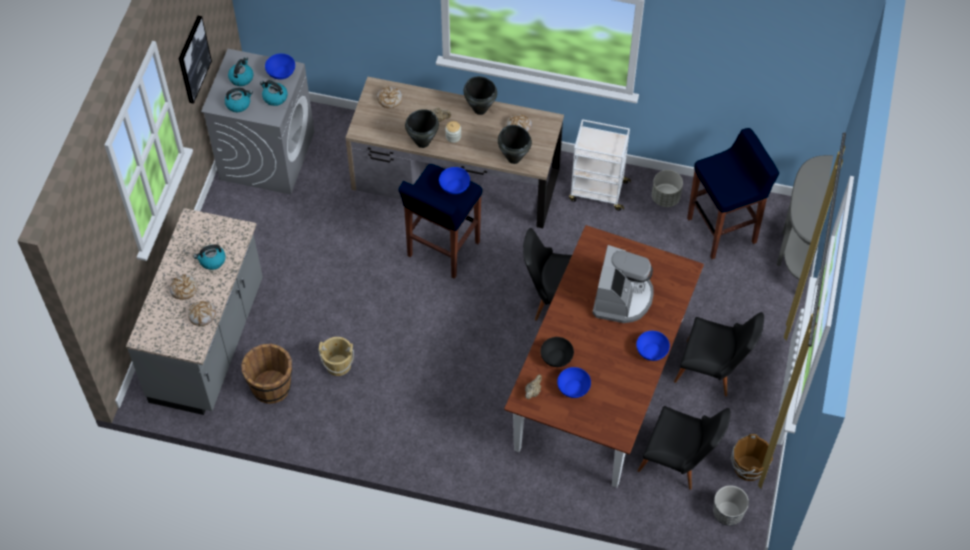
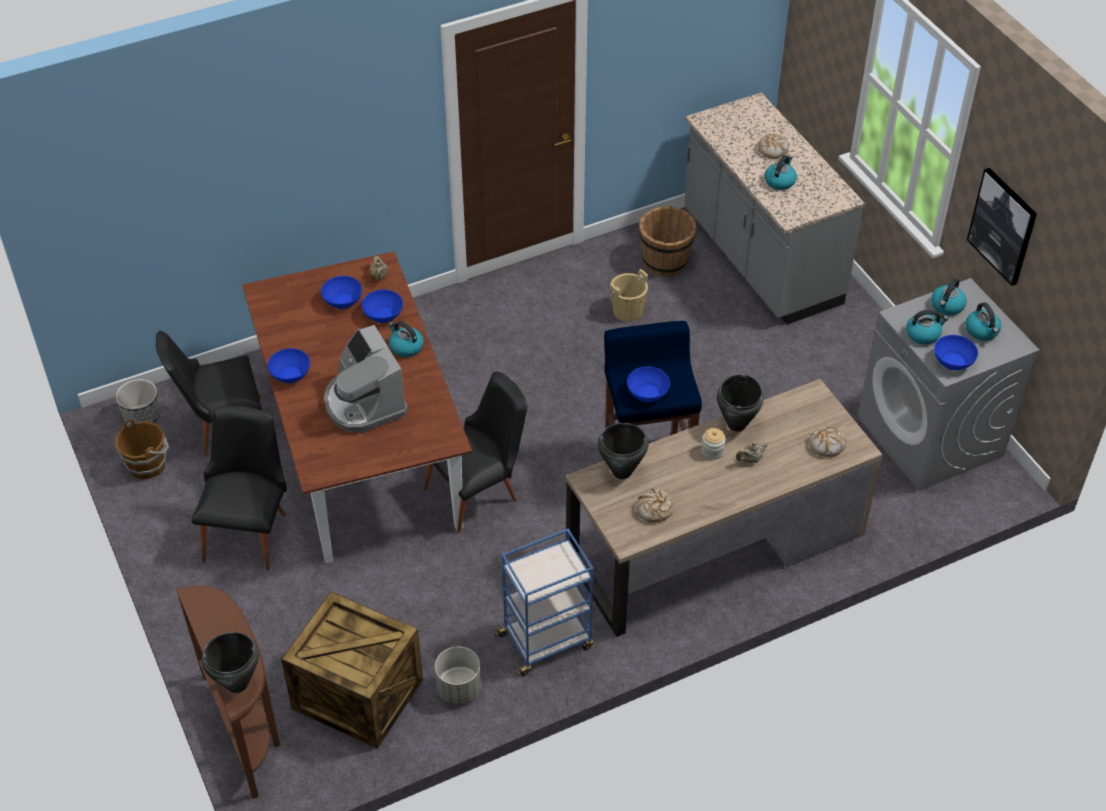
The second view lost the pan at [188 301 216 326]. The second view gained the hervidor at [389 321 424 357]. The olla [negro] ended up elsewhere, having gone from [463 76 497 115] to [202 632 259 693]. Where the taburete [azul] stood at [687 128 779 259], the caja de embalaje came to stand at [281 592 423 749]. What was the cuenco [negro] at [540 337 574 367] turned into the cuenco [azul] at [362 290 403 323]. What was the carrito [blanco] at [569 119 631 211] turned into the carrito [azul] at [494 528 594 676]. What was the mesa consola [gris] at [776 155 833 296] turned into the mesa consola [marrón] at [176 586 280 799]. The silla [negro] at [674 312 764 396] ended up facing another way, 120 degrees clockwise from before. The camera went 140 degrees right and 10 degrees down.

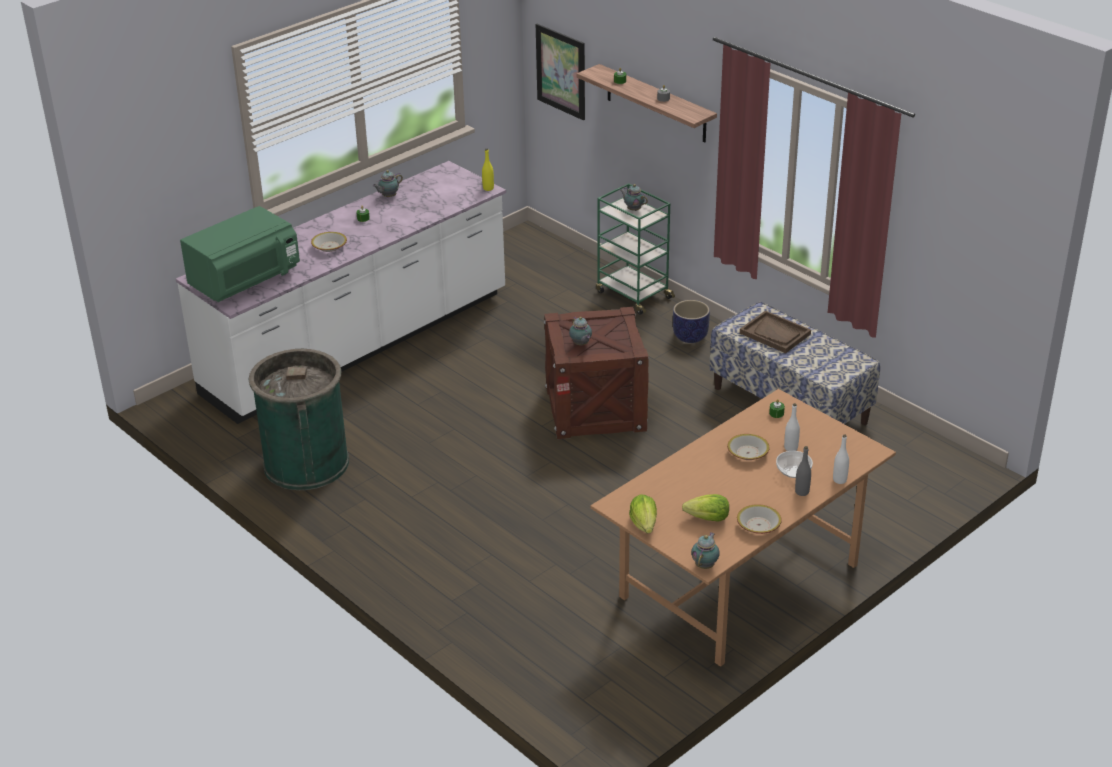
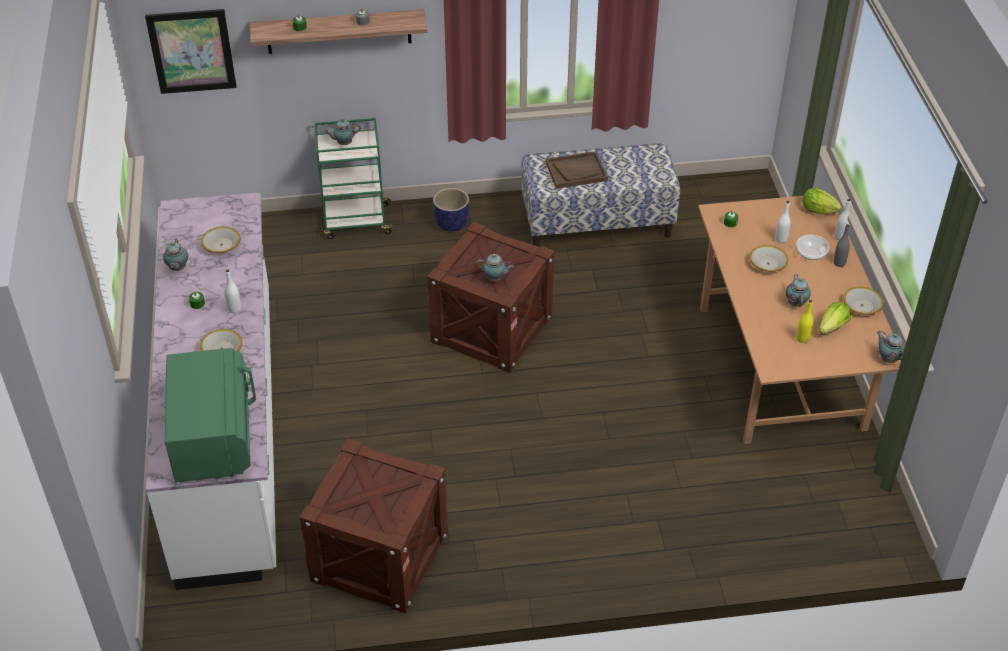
The second view gained the cuenco at [201 227 241 253]. The second view gained the botella [blanco] at [225 269 241 313]. The second view gained the tetera at [786 274 811 307]. The botella [amarillo] ended up elsewhere, having gone from [482 149 494 191] to [796 300 813 343]. The lechuga ended up elsewhere, having gone from [629 494 657 533] to [802 188 842 214]. Where the papelera [verde] stood at [248 349 349 490], the caja de embalaje came to stand at [300 439 448 614]. The camera went 55 degrees left and 10 degrees up.

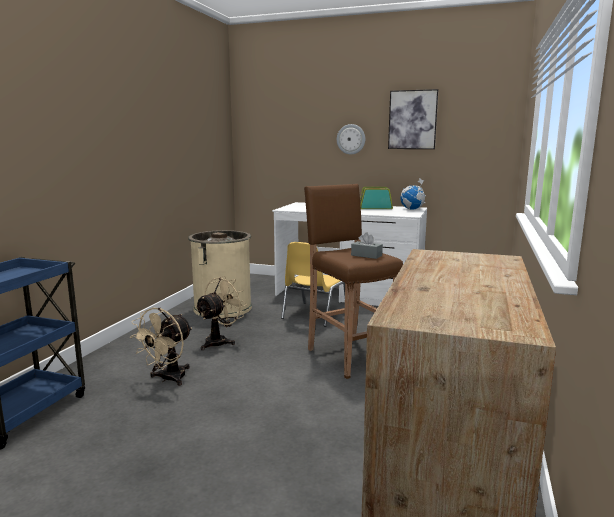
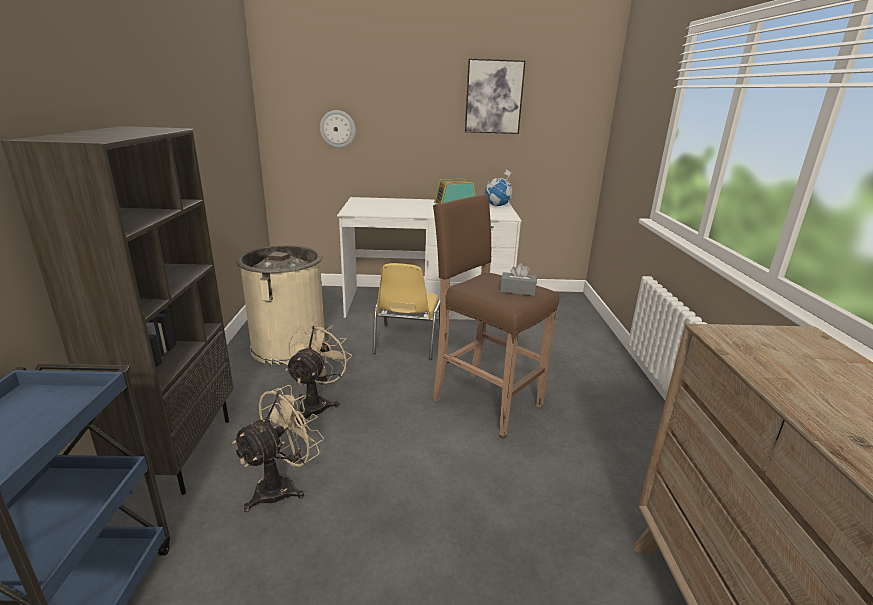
The second view gained the estantería [marrón] at [1 126 234 495]. The reloj de pared ended up elsewhere, having gone from [337 124 365 154] to [320 110 356 148]. The ventilador [beis] at [130 308 192 386] ended up facing another way, 150 degrees counterclockwise from before. The camera went 20 degrees left and 10 degrees up.

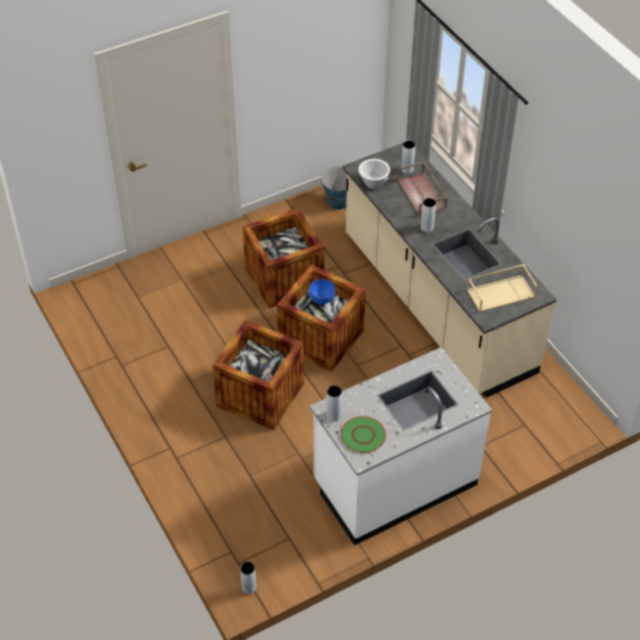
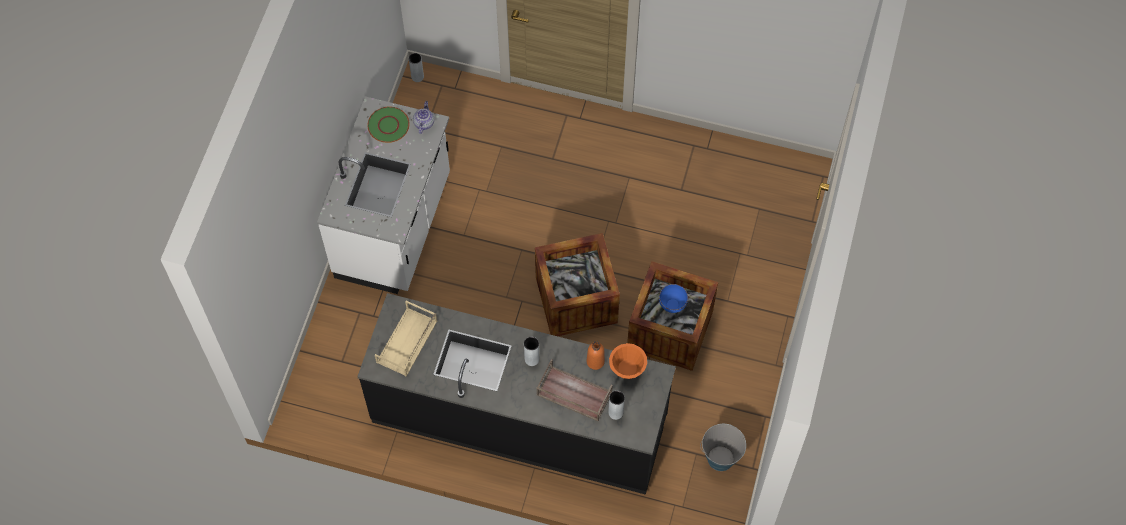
The second view lost the caja de embalaje at [212 320 304 430]. The second view gained the botella [naranja] at [587 342 605 370]. The cuenco [azul] ended up elsewhere, having gone from [309 279 336 305] to [659 284 688 313]. Where the florero [gris] stood at [327 385 342 422], the tetera came to stand at [413 101 434 134]. What was the mueble bajo de cocina [beis] at [343 143 557 398] turned into the mueble bajo de cocina [negro] at [357 293 676 495]. What was the cuenco [blanco] at [358 159 390 189] turned into the cuenco [naranja] at [609 343 647 379]. The camera went 135 degrees right and 15 degrees up.

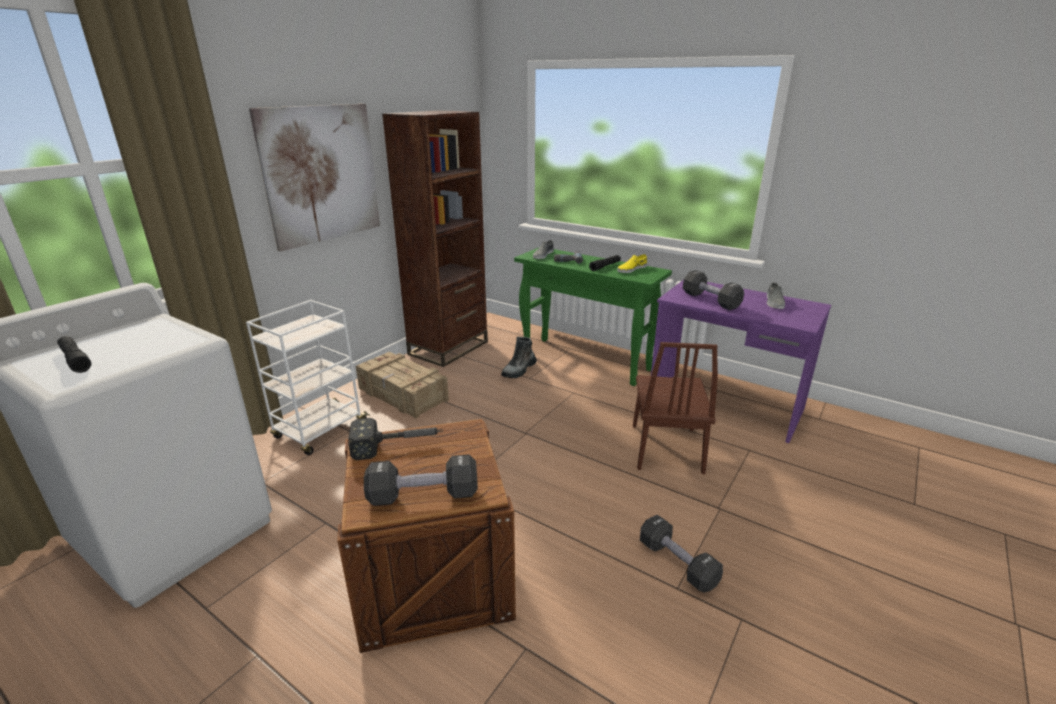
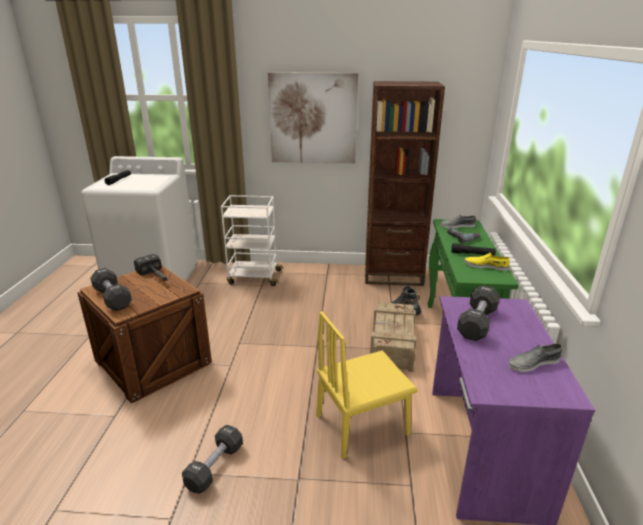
The caja de embalaje ended up elsewhere, having gone from [356 352 449 418] to [370 302 416 372]. What was the silla [marrón] at [633 342 718 474] turned into the silla [amarillo] at [316 311 418 459]. The camera went 60 degrees right and 0 degrees up.

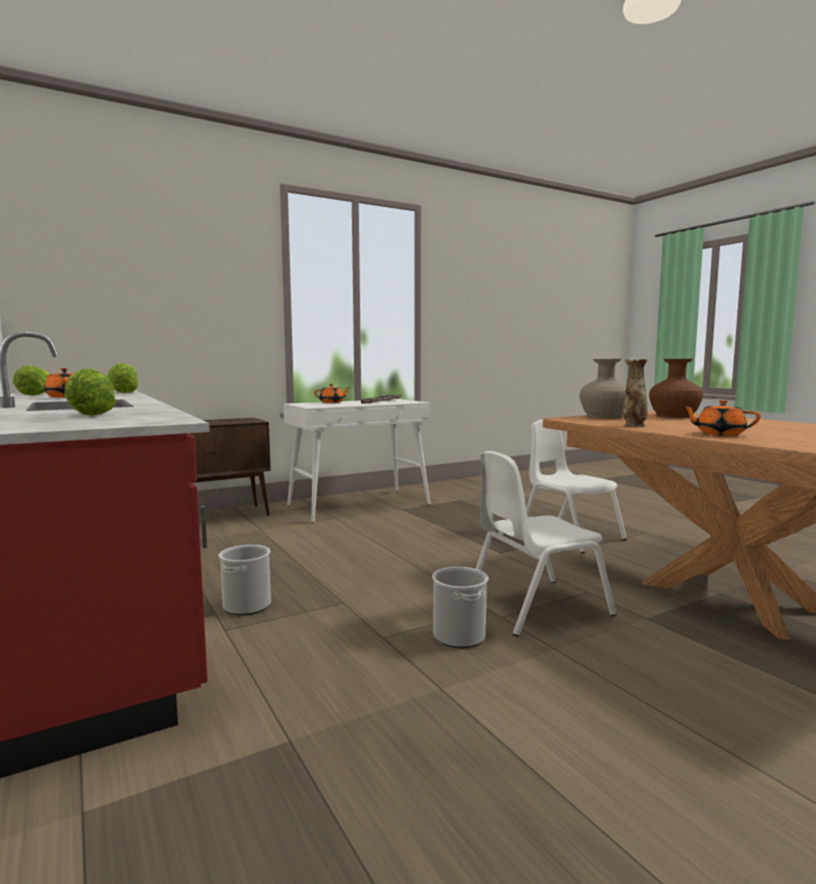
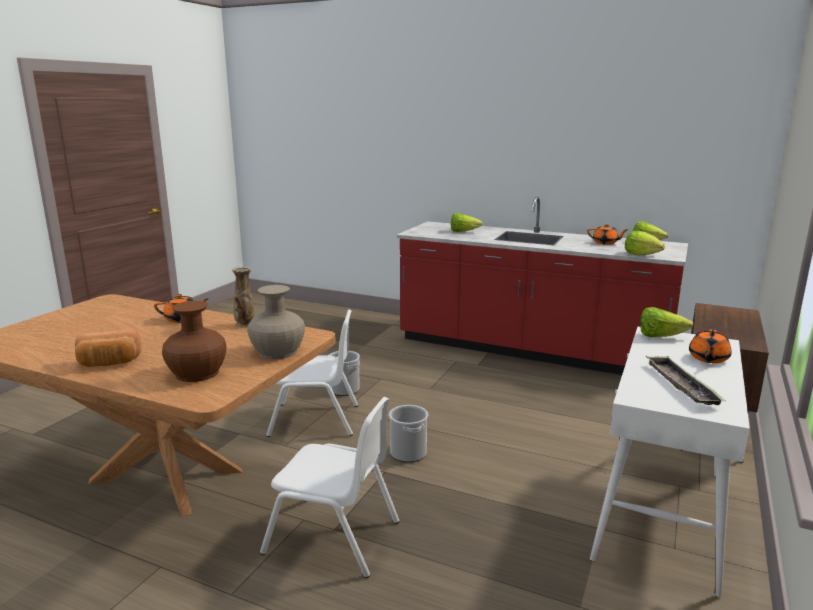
The second view gained the pan at [75 329 141 367]. The second view gained the lechuga at [640 307 694 337]. The cubo ended up elsewhere, having gone from [219 545 271 615] to [389 405 428 462]. The silla [blanco] at [476 451 616 637] ended up facing another way, 60 degrees clockwise from before. The camera went 145 degrees right and 10 degrees up.

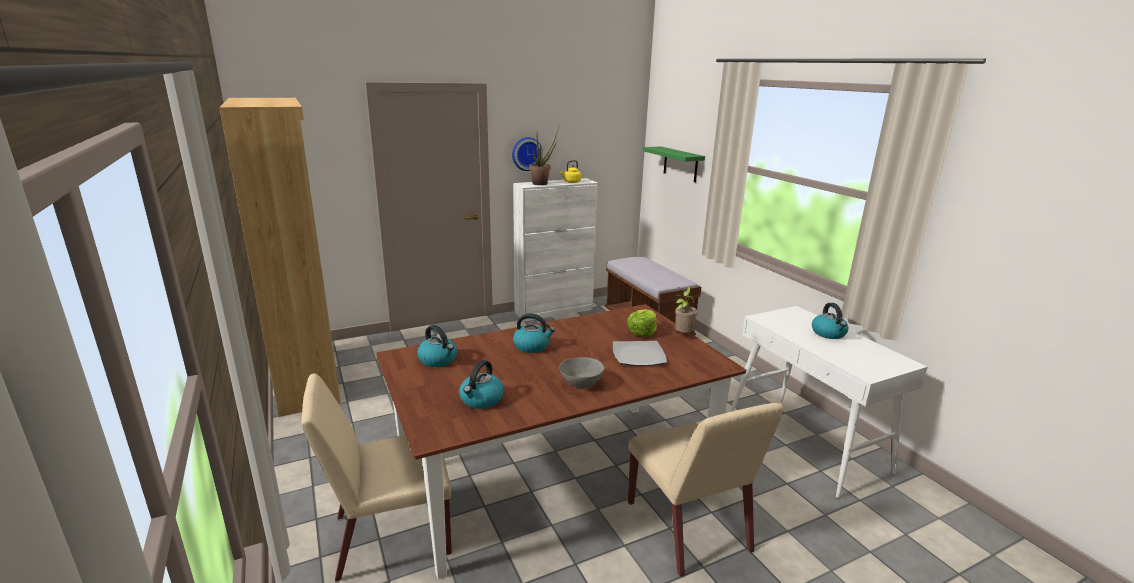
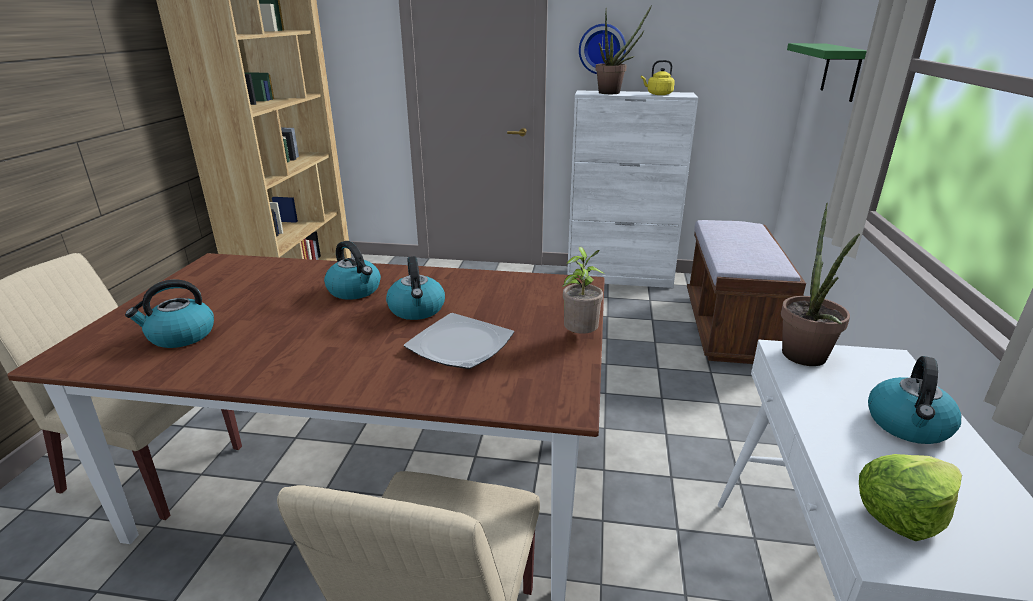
The second view lost the cuenco [gris] at [559 357 605 388]. The second view gained the planta en maceta at [781 203 860 366]. The hervidor ended up elsewhere, having gone from [417 325 457 367] to [386 256 445 320]. The lechuga ended up elsewhere, having gone from [627 310 657 337] to [859 454 962 541]. The camera went 35 degrees right and 5 degrees up.

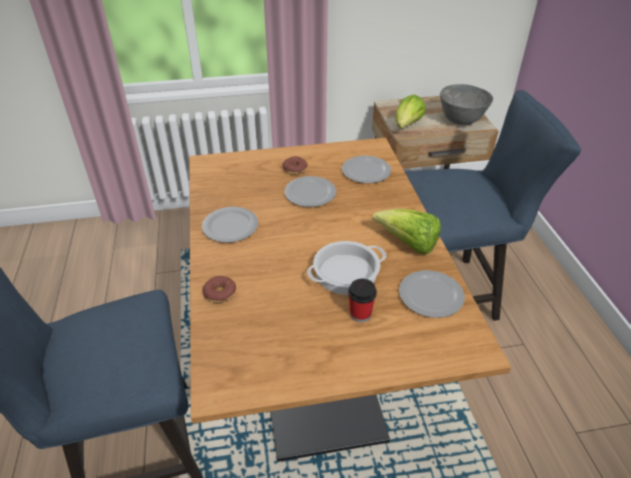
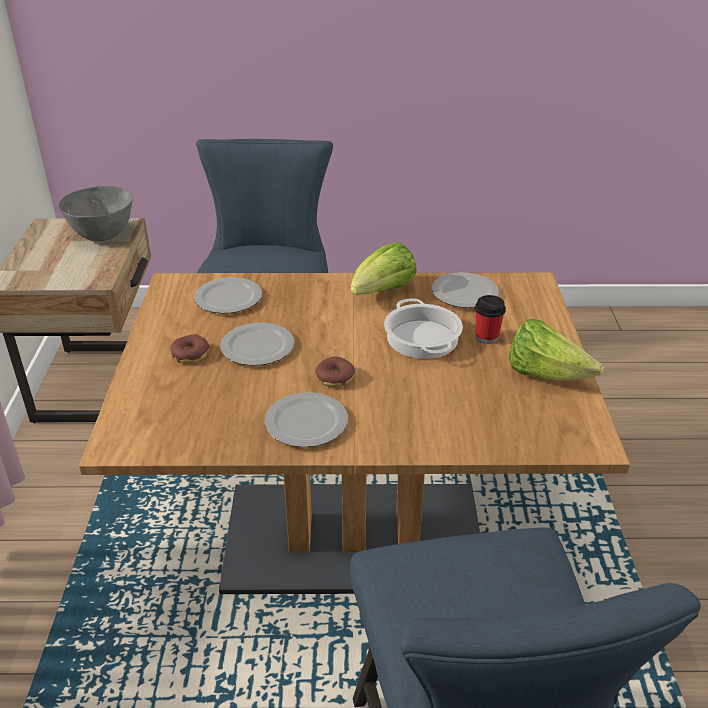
The rosquilla ended up elsewhere, having gone from [203 276 236 303] to [315 357 355 387]. The lechuga ended up elsewhere, having gone from [395 95 426 129] to [509 319 604 381]. The camera went 80 degrees left and 5 degrees down.

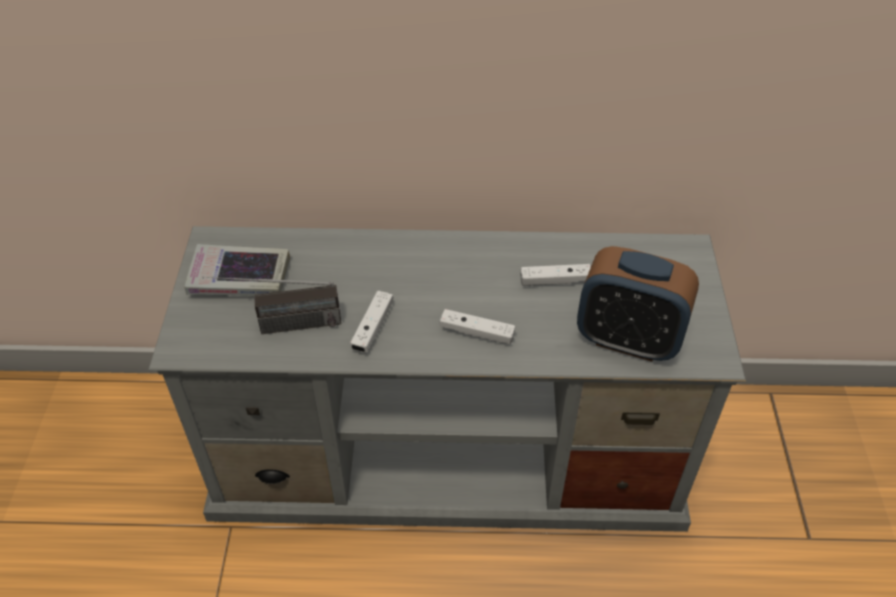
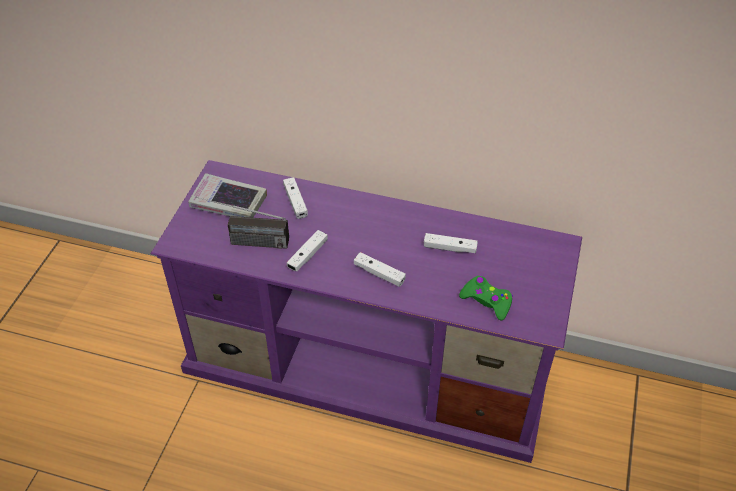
The second view gained the mando de consola [blanco] at [283 177 308 219]. Where the despertador stood at [577 246 699 362], the mando de consola [verde] came to stand at [459 275 513 321]. What was the mueble de televisión [gris] at [148 226 746 532] turned into the mueble de televisión [morado] at [151 160 582 463]. The camera went 15 degrees right and 0 degrees up.

